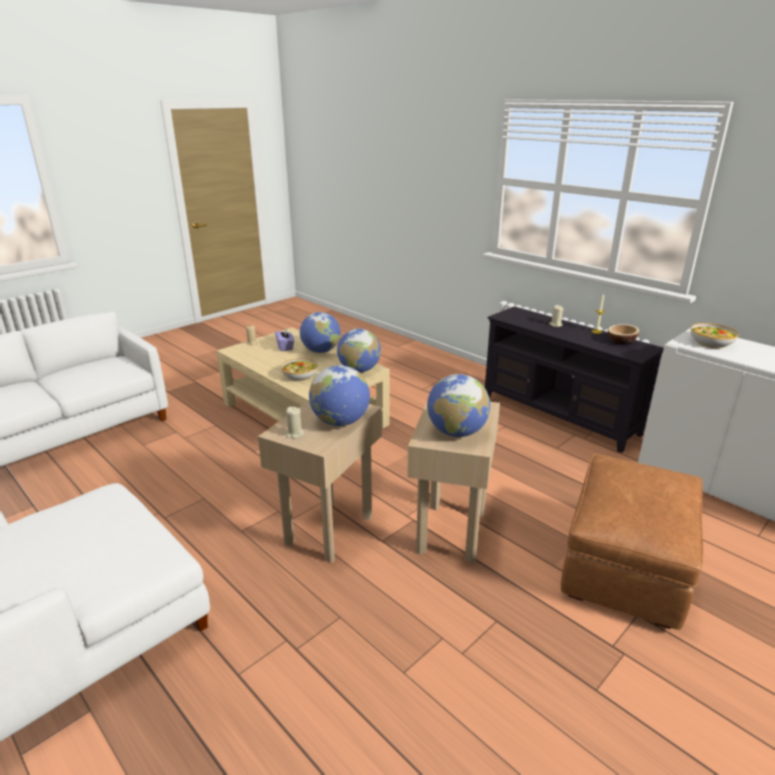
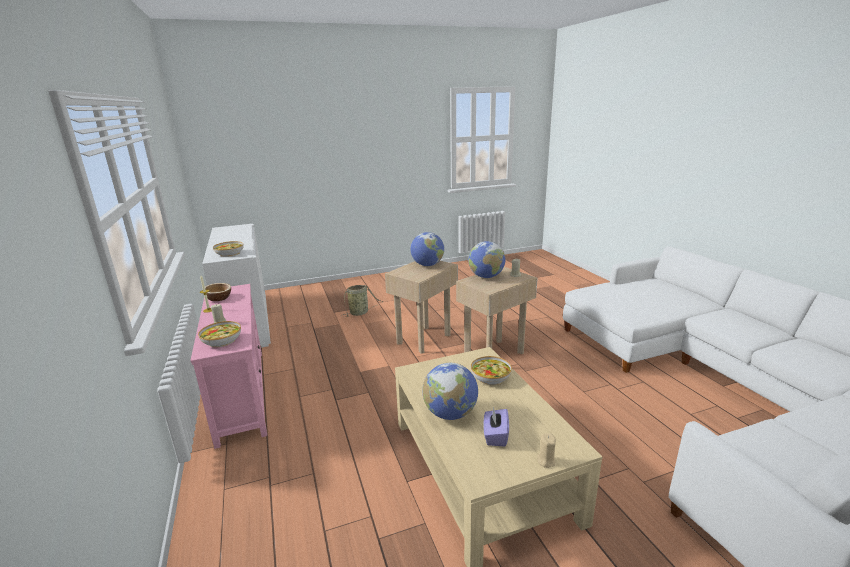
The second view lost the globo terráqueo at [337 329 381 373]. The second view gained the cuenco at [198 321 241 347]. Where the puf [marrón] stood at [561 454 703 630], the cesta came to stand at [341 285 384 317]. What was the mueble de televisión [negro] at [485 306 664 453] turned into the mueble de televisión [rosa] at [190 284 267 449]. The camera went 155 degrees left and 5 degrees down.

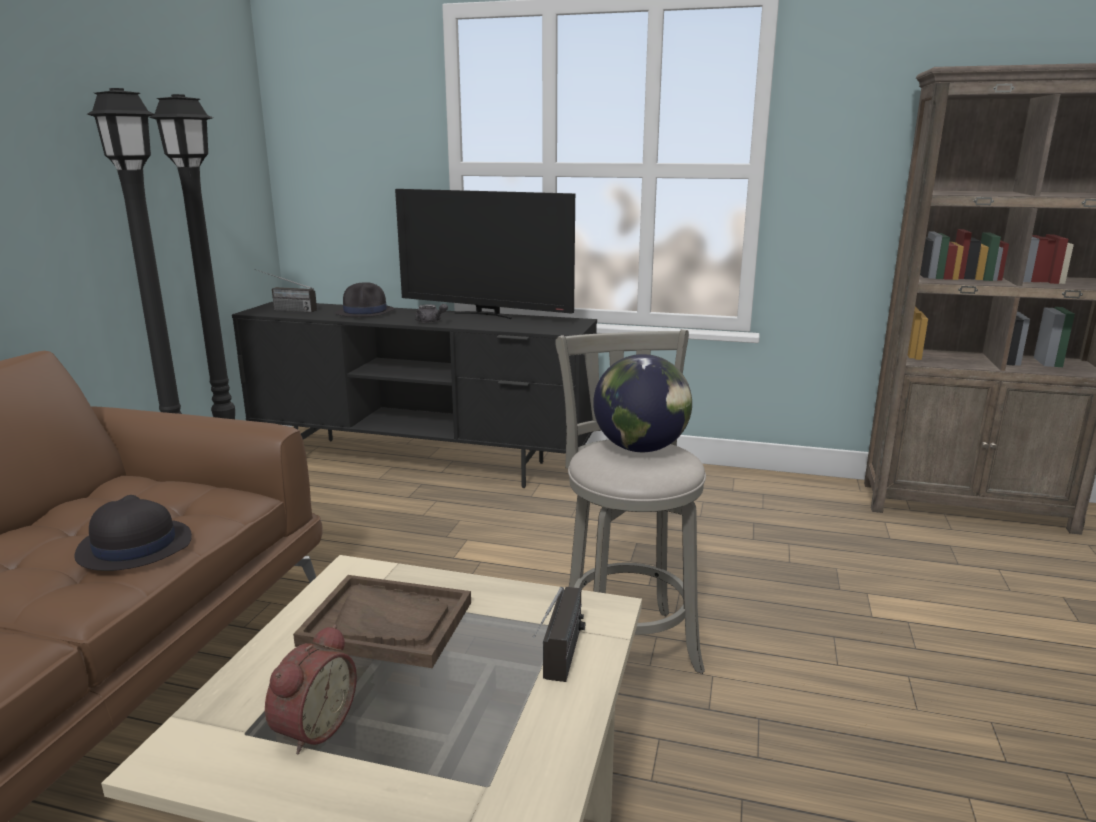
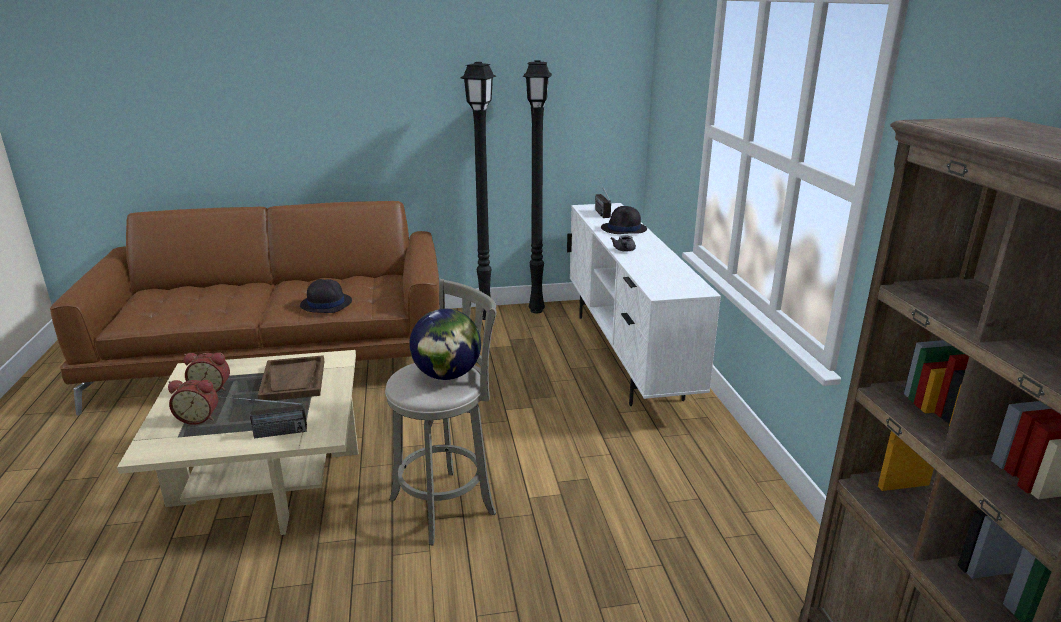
The second view lost the televisor at [395 189 575 319]. The second view gained the despertador at [168 380 218 425]. What was the mueble de televisión [negro] at [232 302 597 488] turned into the mueble de televisión [blanco] at [567 203 721 406]. The camera went 65 degrees right and 5 degrees up.

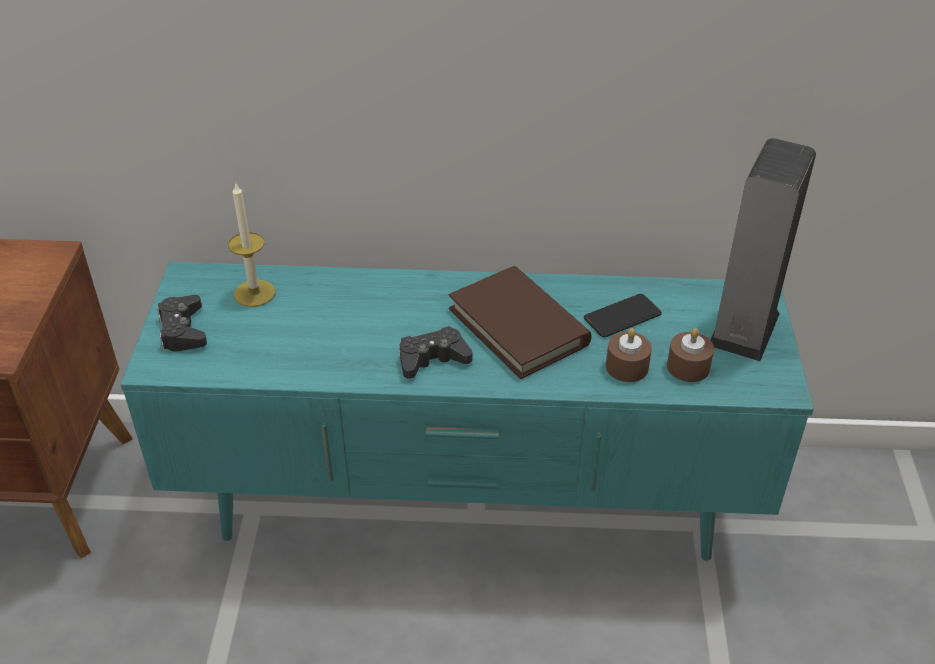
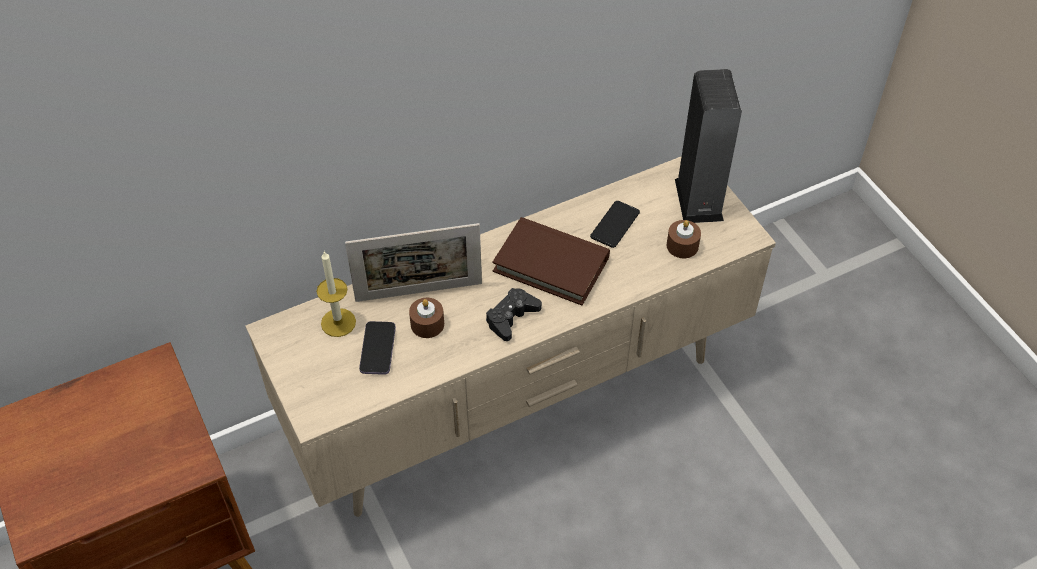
The second view lost the mando de consola [negro] at [157 295 207 352]. The second view gained the portarretratos at [345 223 482 302]. The second view gained the móvil at [359 321 396 375]. The vela [marrón] ended up elsewhere, having gone from [606 328 652 382] to [409 298 444 338]. What was the mueble de televisión [turquesa] at [120 262 814 561] turned into the mueble de televisión [beis] at [245 156 776 517]. The camera went 30 degrees left and 10 degrees up.

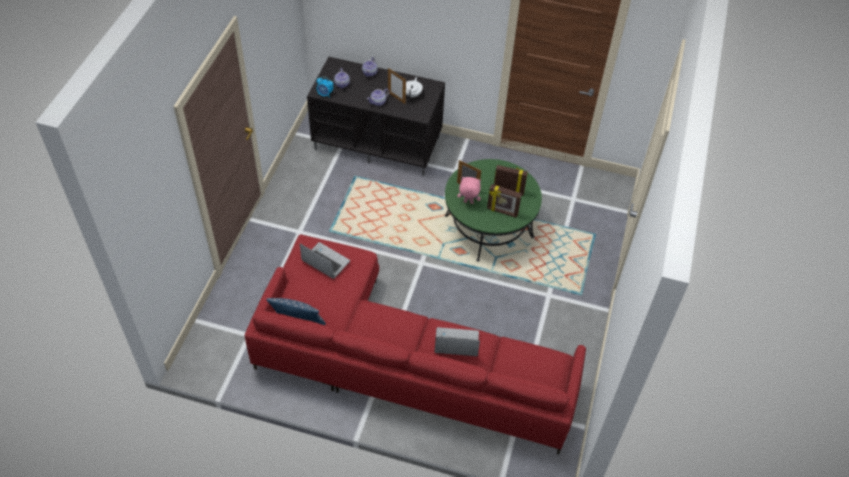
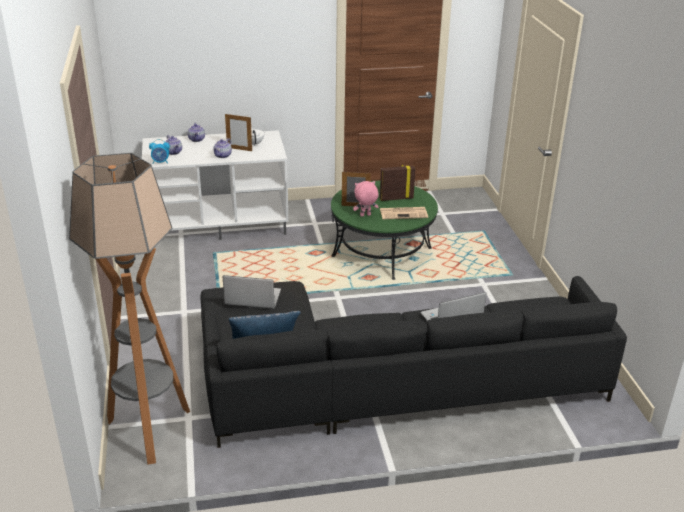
The second view gained the lámpara de pie at [69 153 190 464]. Where the portarretratos stood at [487 184 522 218], the periódico came to stand at [380 207 428 219]. What was the sofá [rojo] at [245 234 586 454] turned into the sofá [negro] at [200 276 627 448]. What was the mueble de televisión [negro] at [307 57 445 176] turned into the mueble de televisión [blanco] at [142 130 288 240]. The camera went 25 degrees left and 20 degrees down.

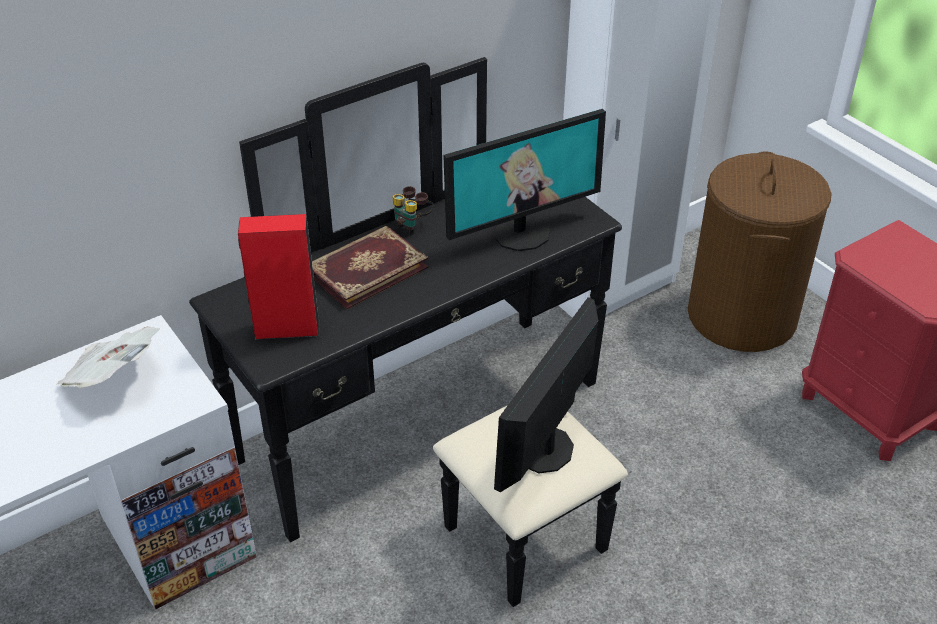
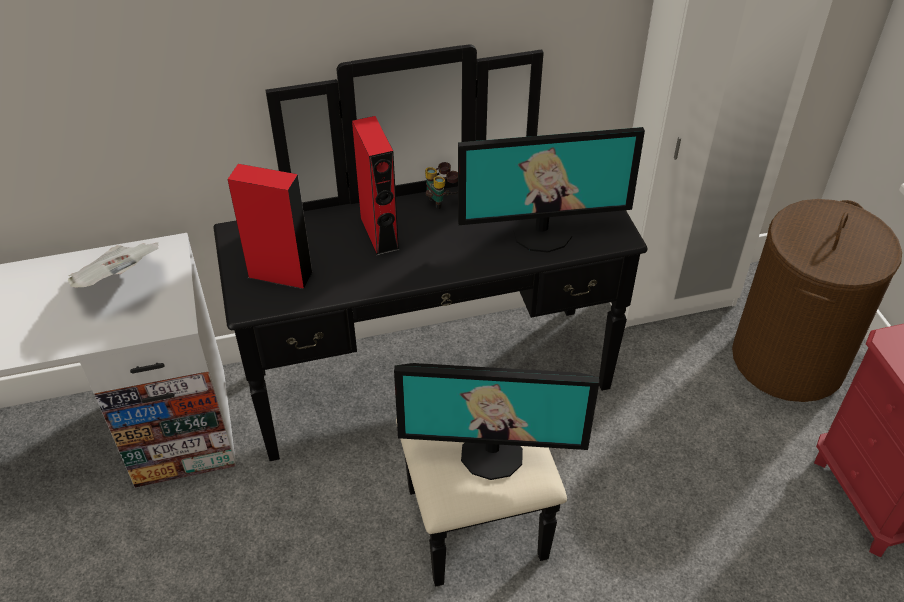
Where the libro stood at [312 226 428 309], the altavoz [rojo] came to stand at [352 116 399 256]. The monitor at [494 297 598 492] ended up facing another way, 135 degrees counterclockwise from before. The camera went 20 degrees right and 5 degrees up.

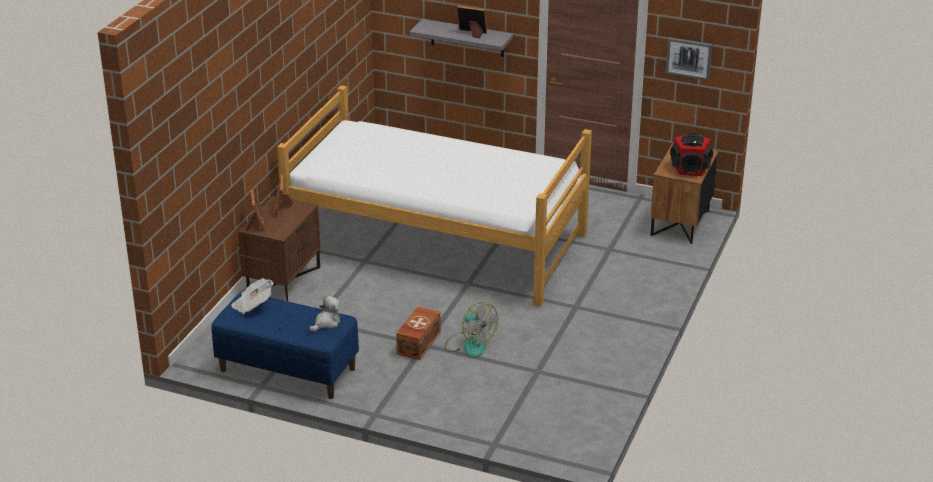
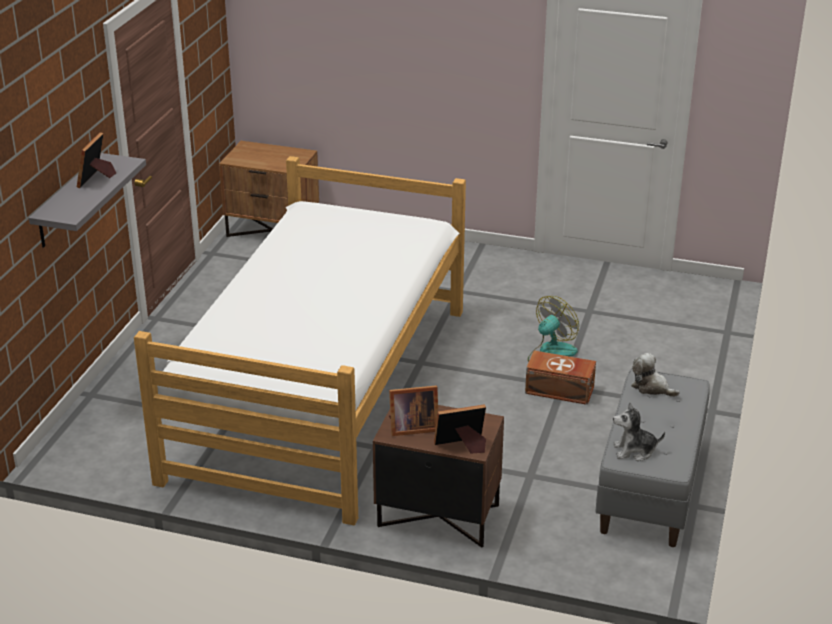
The second view lost the cuadro at [665 37 712 81]. The second view lost the altavoz at [670 133 713 176]. Where the periódico stood at [231 278 274 314], the peluche came to stand at [613 402 665 461]. What was the banco [azul] at [212 292 359 399] turned into the banco [gris] at [595 368 710 547]. The camera went 95 degrees left and 0 degrees up.

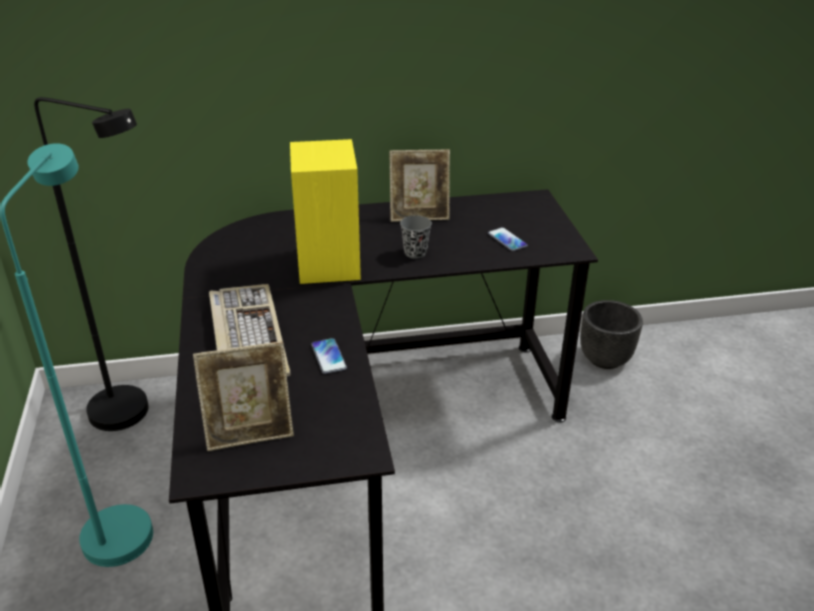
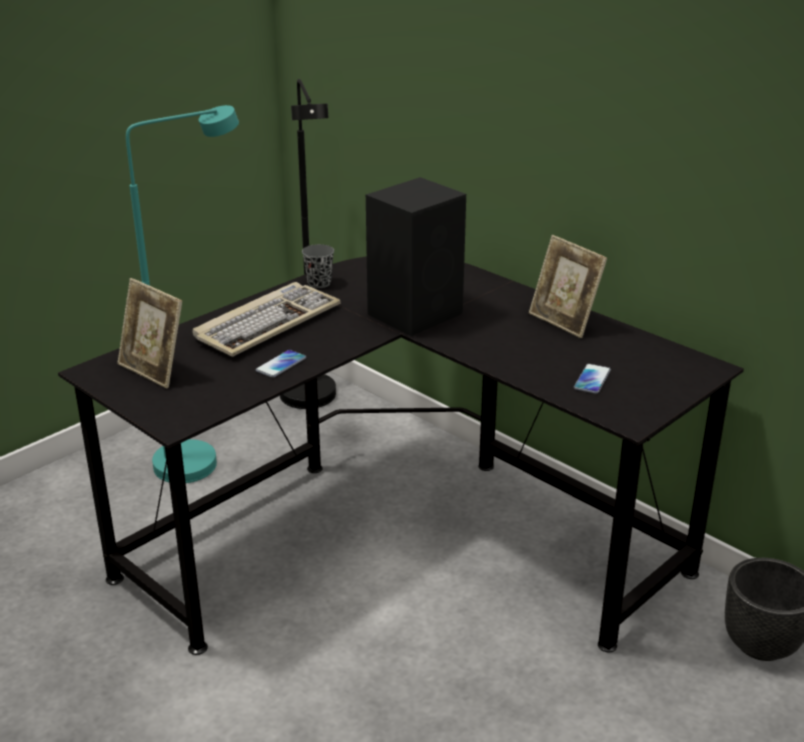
The taza [gris] ended up elsewhere, having gone from [400 215 432 259] to [302 244 334 288]. What was the altavoz [amarillo] at [290 139 361 284] turned into the altavoz [negro] at [366 177 466 336]. The camera went 55 degrees right and 5 degrees down.

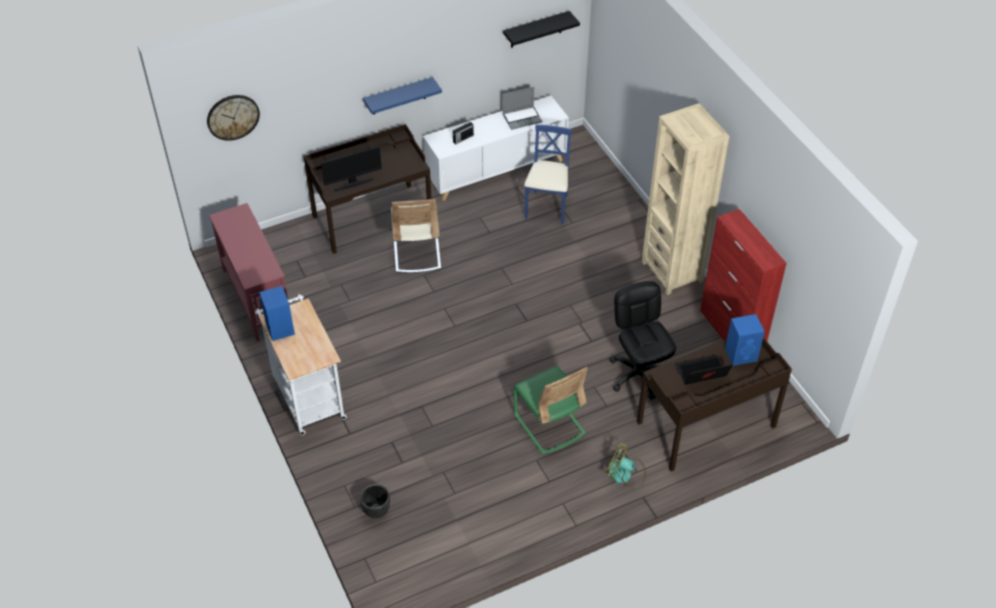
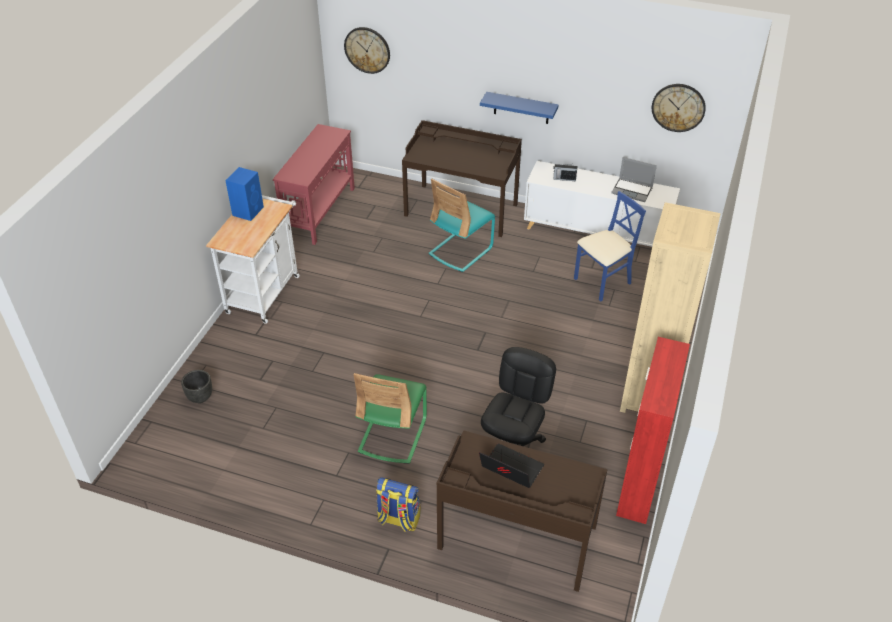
The second view lost the monitor at [321 146 382 191]. The second view lost the altavoz [azul] at [725 314 765 366]. Where the estante [negro] hung at [503 11 580 48], the reloj de pared came to hang at [652 84 706 132]. Where the ventilador stood at [606 442 646 487], the mochila came to stand at [376 477 420 532]. What was the silla [beis] at [391 199 441 273] turned into the silla [turquesa] at [429 179 495 272]. The camera went 45 degrees right and 5 degrees down.

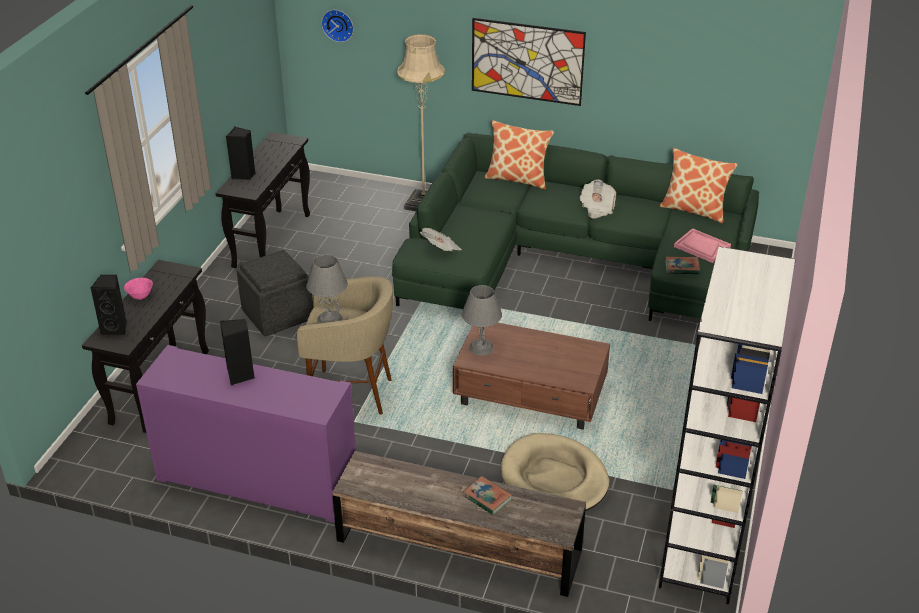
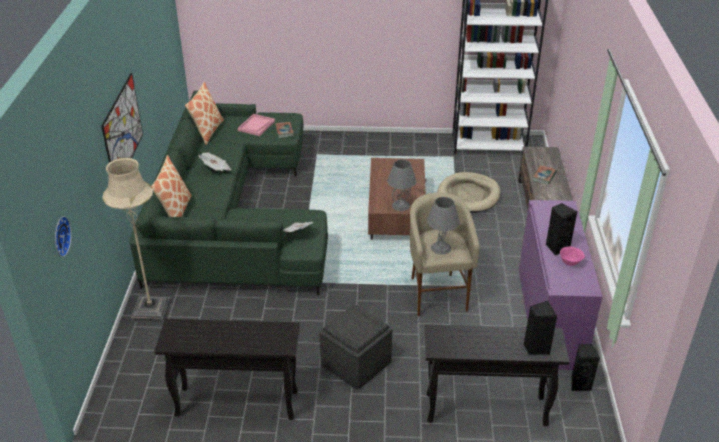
The cuenco [rosa] ended up elsewhere, having gone from [124 278 153 300] to [560 247 585 266]. The altavoz [negro] ended up elsewhere, having gone from [226 127 255 180] to [571 344 600 391]. The camera went 105 degrees left and 0 degrees up.

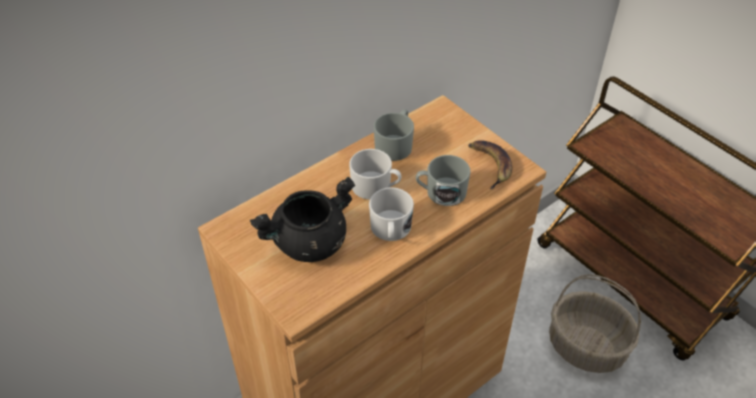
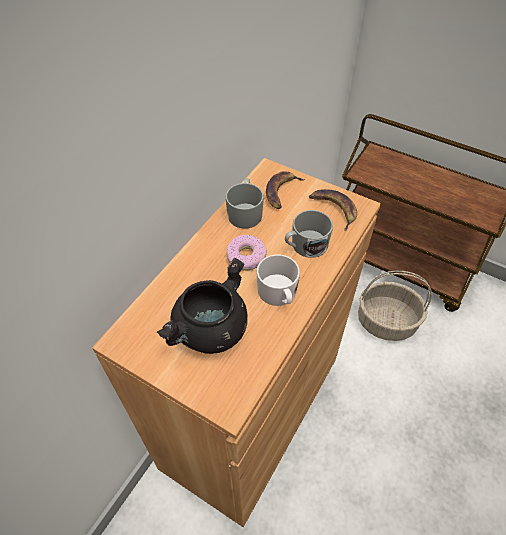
The second view gained the plátano at [266 171 305 209]. Where the taza grande [blanco] stood at [349 149 402 200], the rosquilla came to stand at [226 235 267 271]. The camera went 20 degrees left and 5 degrees up.

